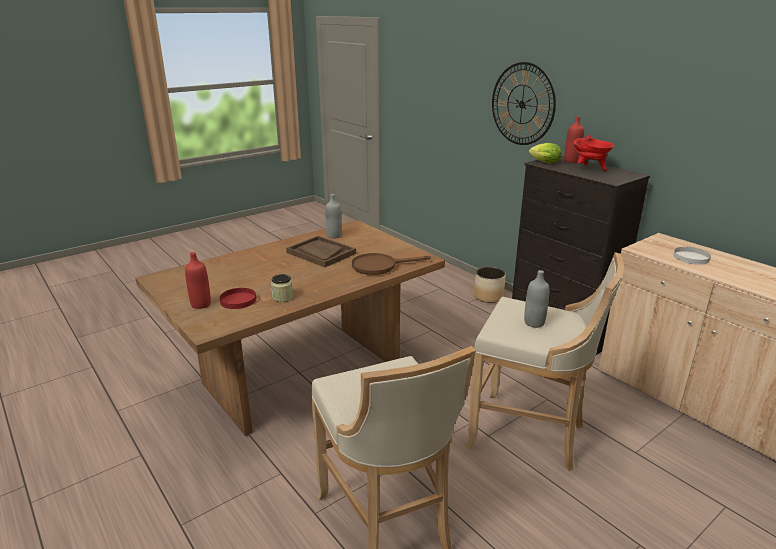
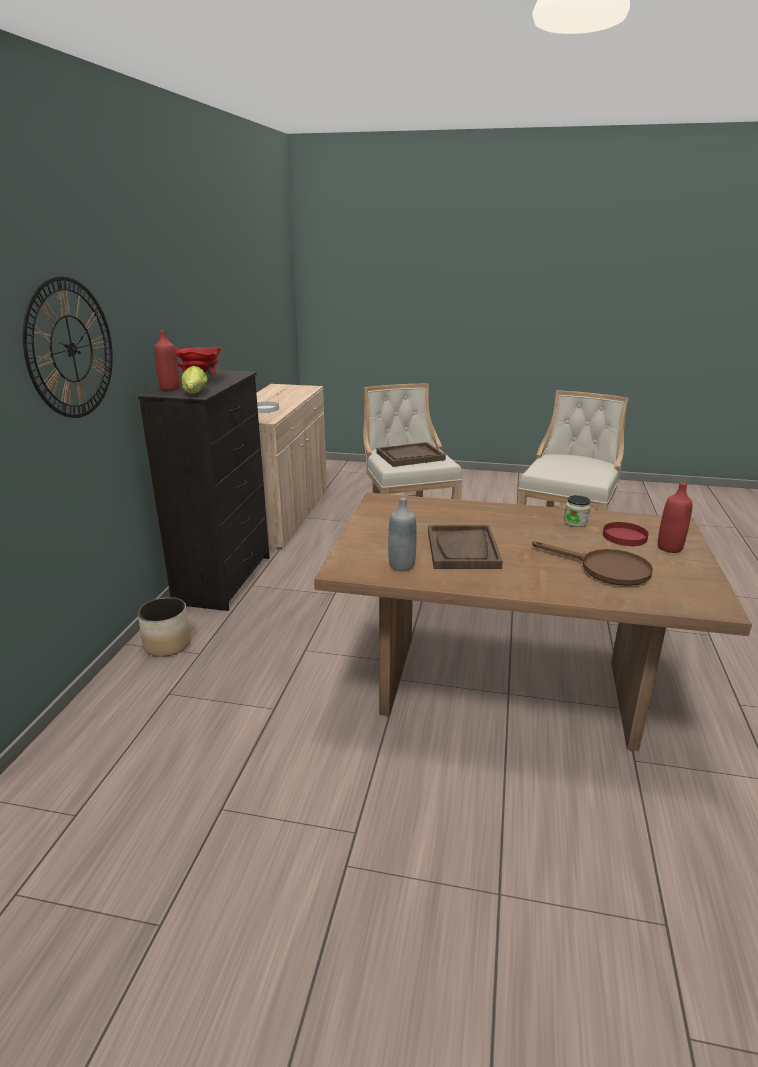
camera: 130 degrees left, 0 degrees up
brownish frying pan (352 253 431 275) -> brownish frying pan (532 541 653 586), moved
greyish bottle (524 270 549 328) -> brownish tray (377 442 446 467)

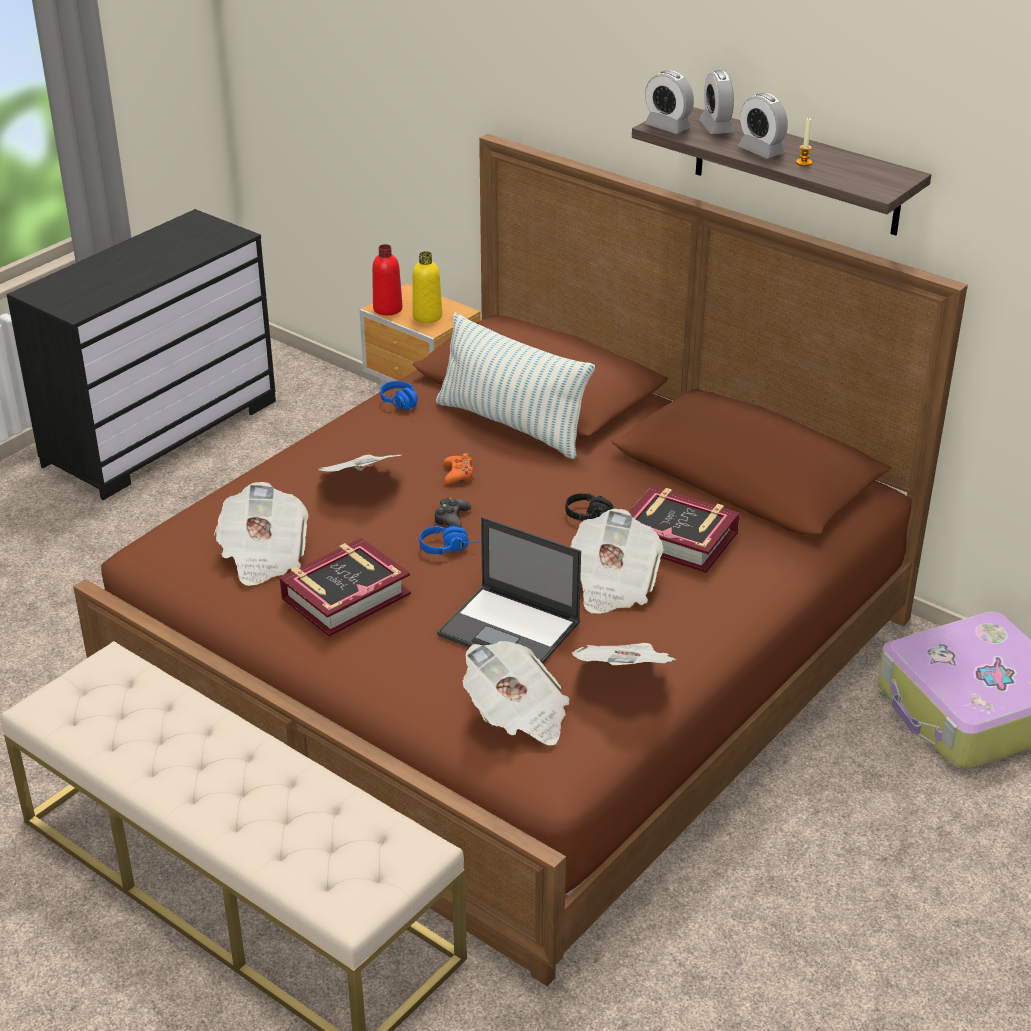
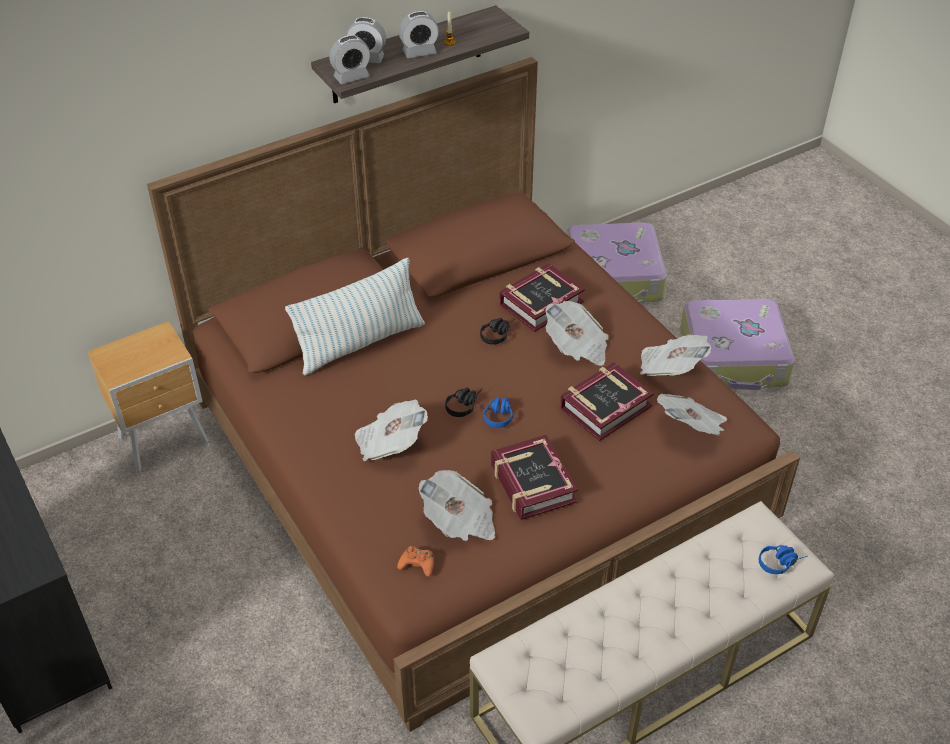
camera: 70 degrees left, 10 degrees up
red-coloured bottle (372 244 403 315) -> none
yellowish bottle (412 251 442 323) -> none
none -> travel case (680 299 795 390)
blue headphones (380 381 418 410) -> blue headphones (759 545 807 574), moved
orange gamepad (444 453 474 484) -> orange gamepad (397 546 434 577), moved
blackish gamepad (434 498 471 528) -> blackish headphones (445 388 483 417)
notebook computer (437 517 581 664) -> bound book (560 362 654 441)

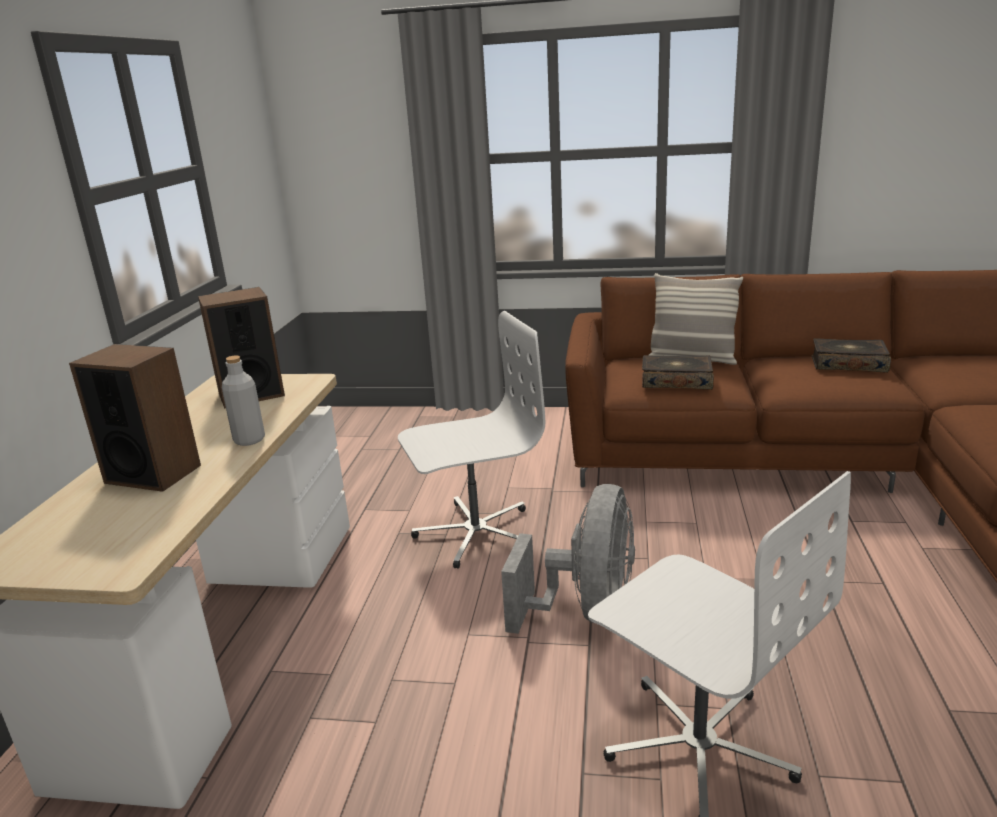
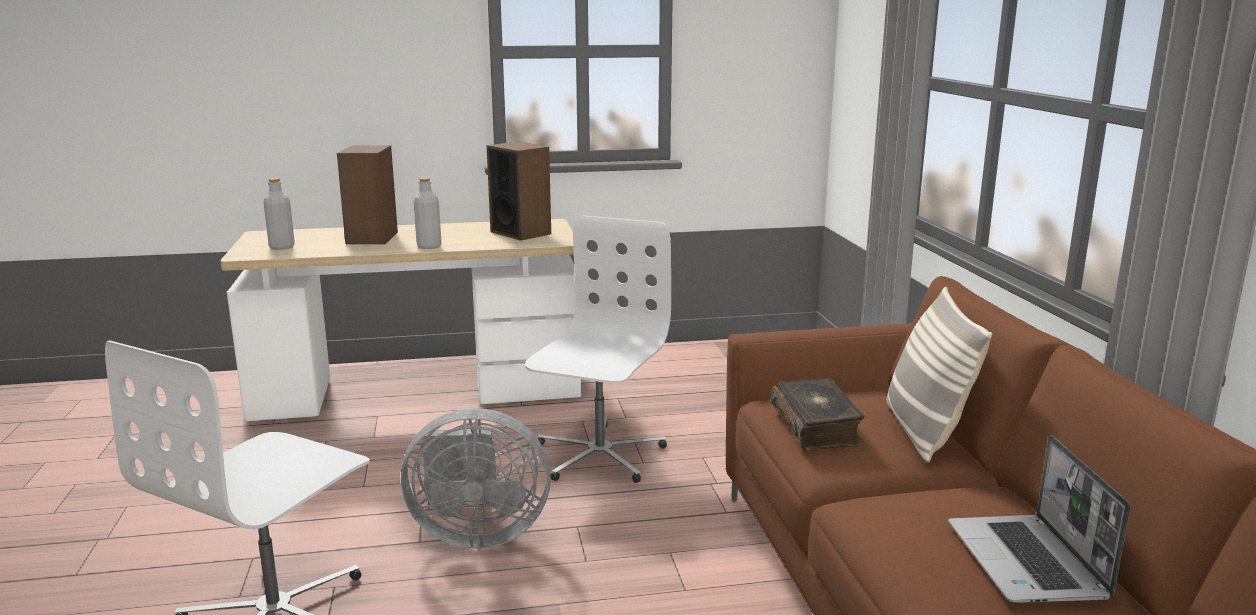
camera: 70 degrees right, 5 degrees down
none -> greyish bottle (263 178 295 250)
bound book (812 338 891 373) -> notebook computer (948 435 1130 603)
white desk chair (398 311 545 569) -> white desk chair (525 215 671 483), 120 degrees counterclockwise

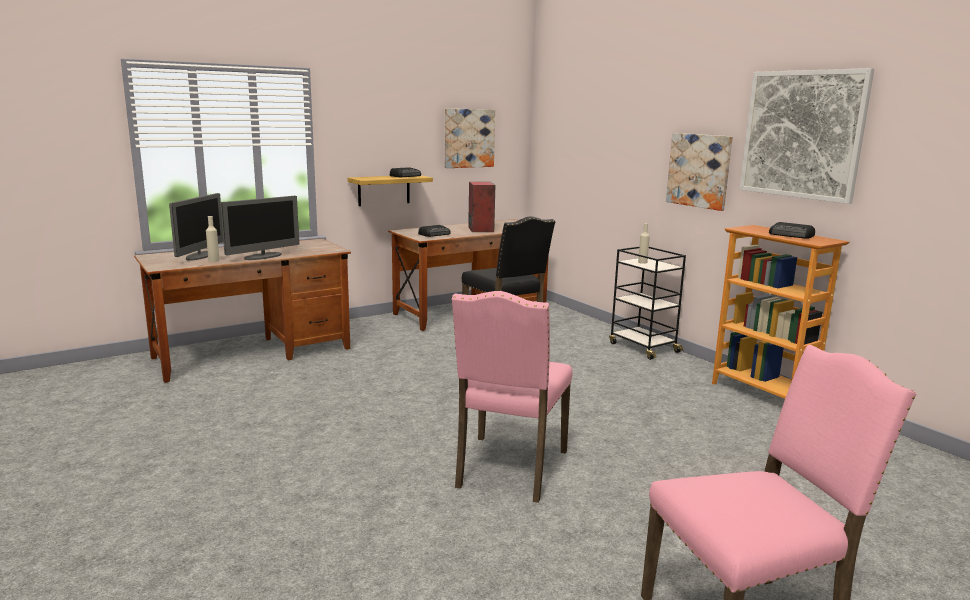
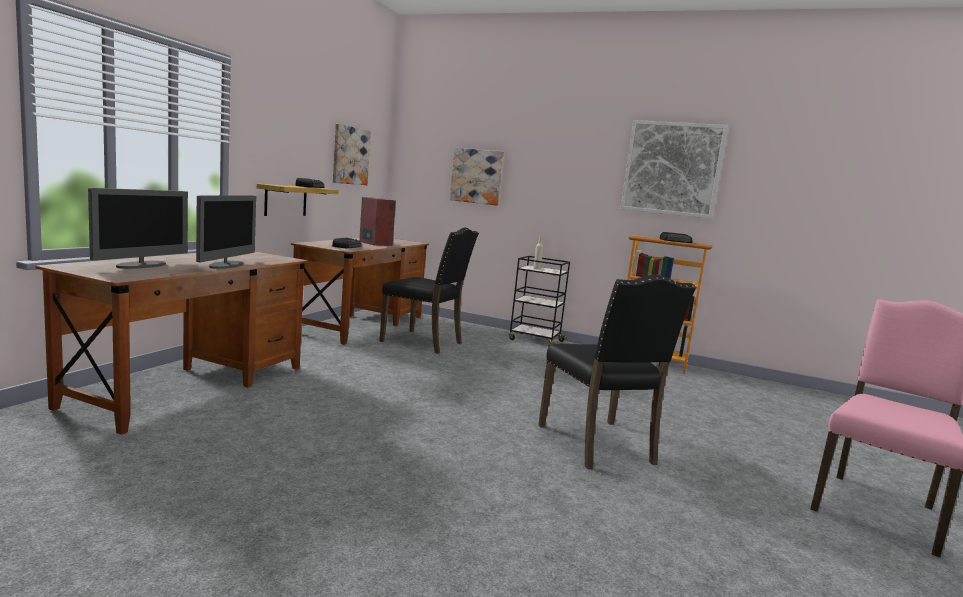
camera: 35 degrees left, 5 degrees down
beige bottle (206 216 220 262) -> none
picture (666 133 733 211) -> picture (450 148 504 206), moved
pinkish plain chair (452 291 573 503) -> blackish plain chair (538 275 696 469)
computer display (169 193 223 261) -> computer display (88 188 188 269), 45 degrees clockwise

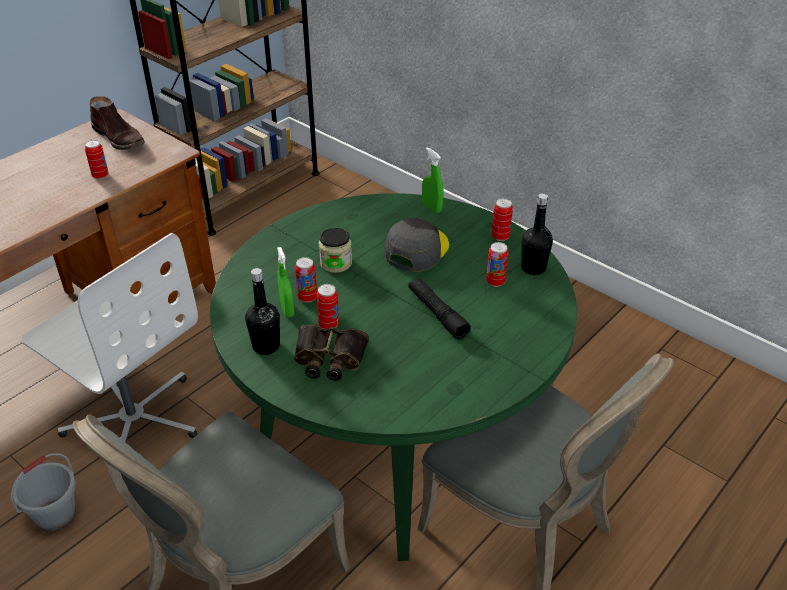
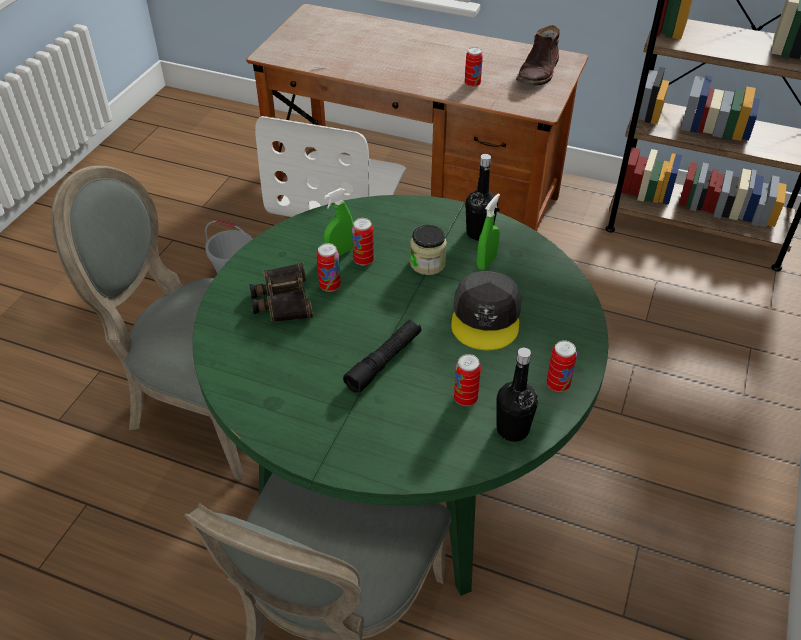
camera: 70 degrees right, 5 degrees up
blackish bottle (245 268 280 355) -> blackish bottle (465 154 498 241), moved
green spray bottle (422 147 444 213) -> green spray bottle (477 193 500 270), moved
greyish cap (384 218 449 272) -> greyish cap (451 271 522 350), 90 degrees clockwise

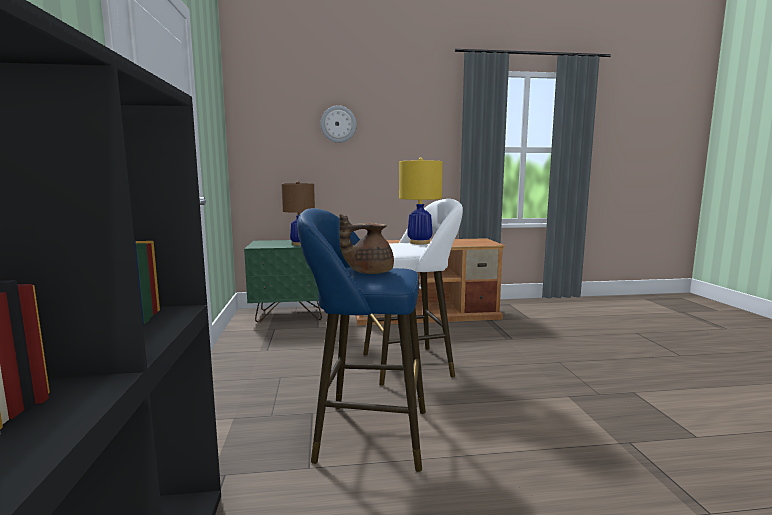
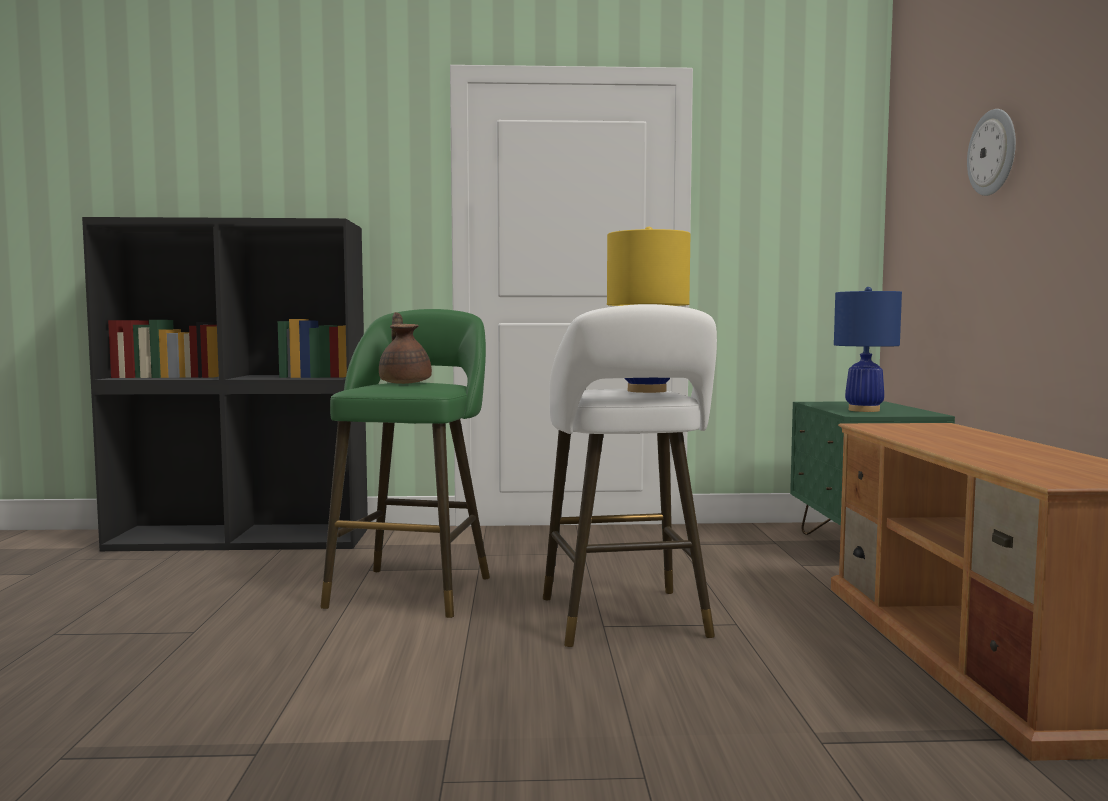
camera: 95 degrees right, 5 degrees down
brownish lamp for a table (282 181 315 245) -> blue lamp for a table (834 287 902 412)
blue sitting stool (297 208 426 472) -> green sitting stool (320 309 490 618)

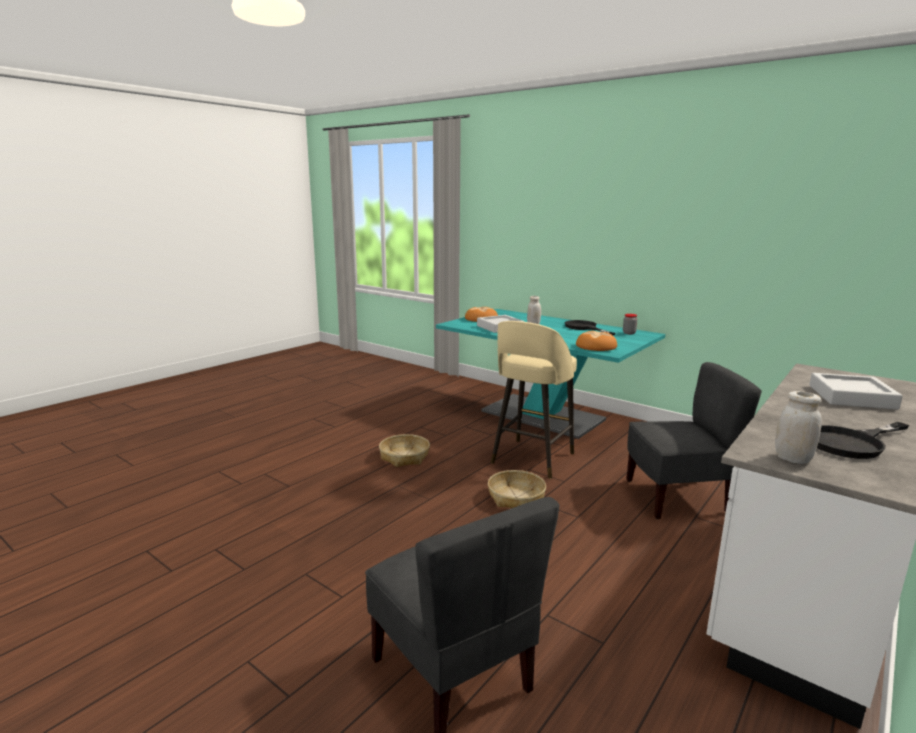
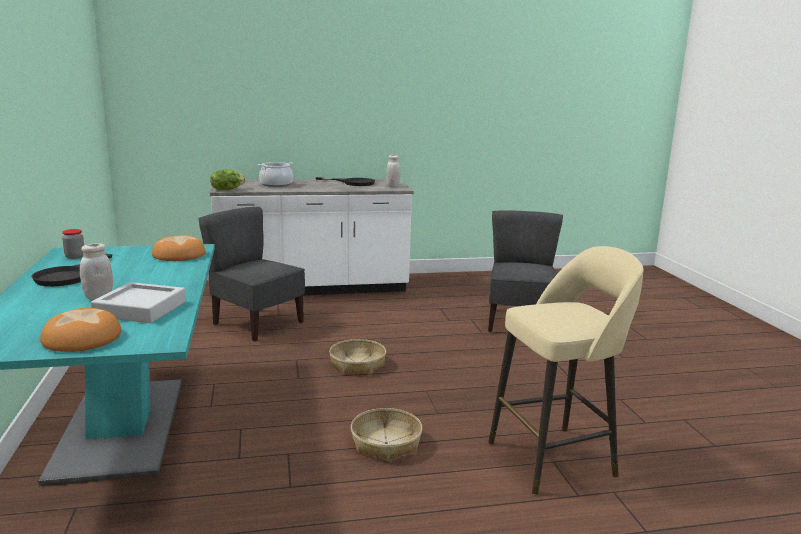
camera: 140 degrees left, 0 degrees up
none -> lettuce head (210 170 245 190)
beige sitting stool (490 321 577 479) -> beige sitting stool (488 246 644 495), moved
greyish tray (809 373 903 410) -> cooking pot (258 162 293 187)

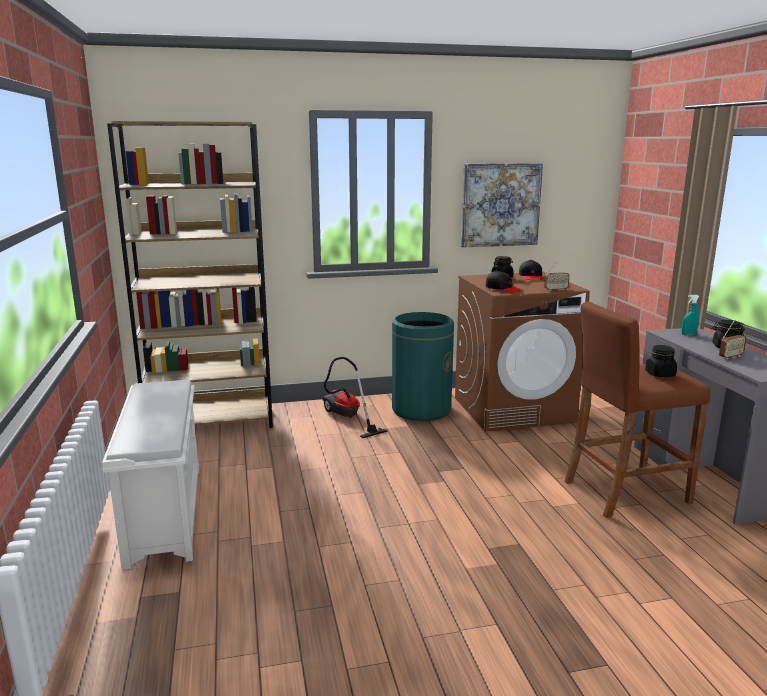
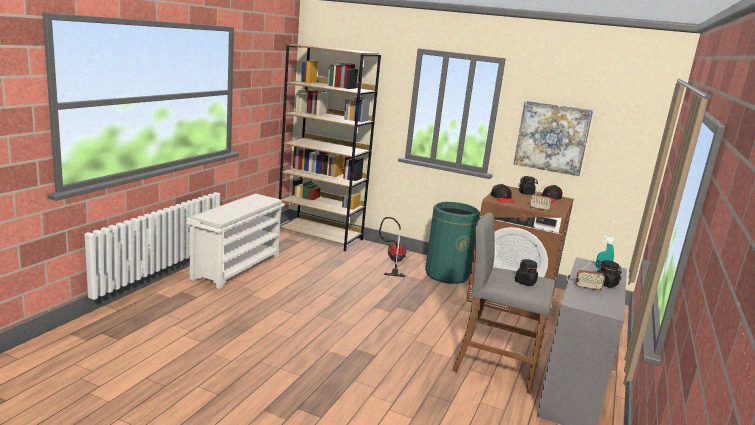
camera: 35 degrees right, 0 degrees up
brownish sitting stool (564 302 710 518) -> greyish sitting stool (452 212 555 394)

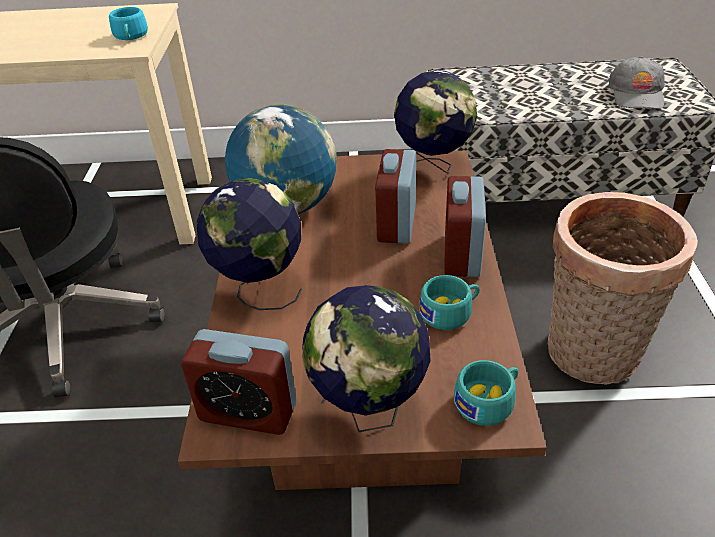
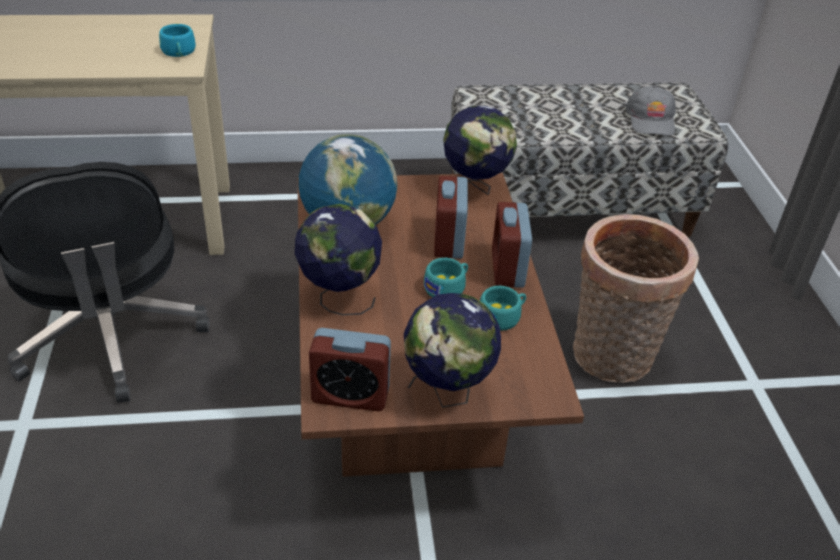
camera: 10 degrees left, 0 degrees up
blue-green small cup (454 360 518 426) -> blue-green small cup (424 258 468 297), moved

